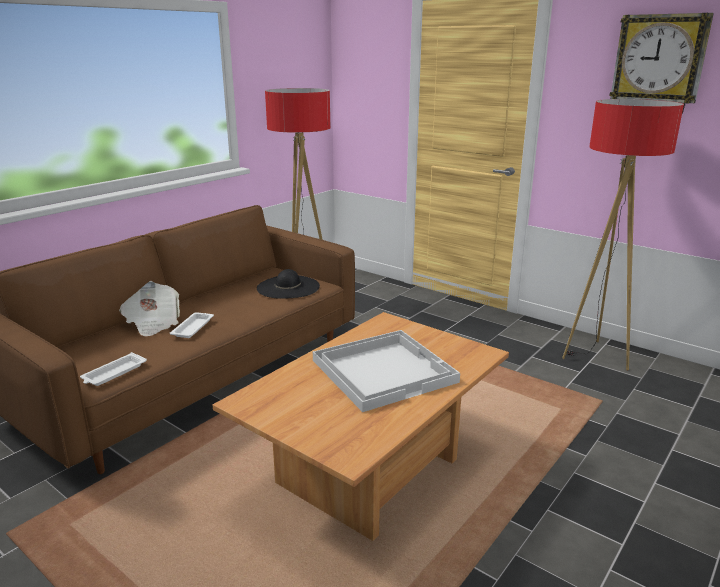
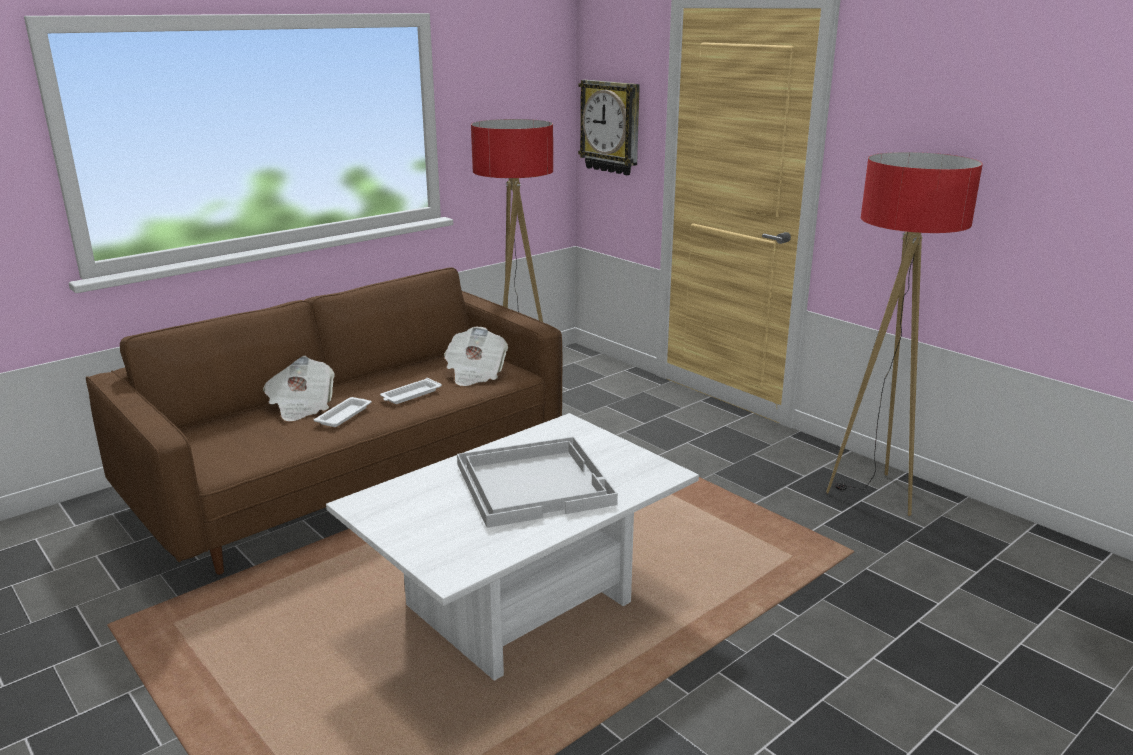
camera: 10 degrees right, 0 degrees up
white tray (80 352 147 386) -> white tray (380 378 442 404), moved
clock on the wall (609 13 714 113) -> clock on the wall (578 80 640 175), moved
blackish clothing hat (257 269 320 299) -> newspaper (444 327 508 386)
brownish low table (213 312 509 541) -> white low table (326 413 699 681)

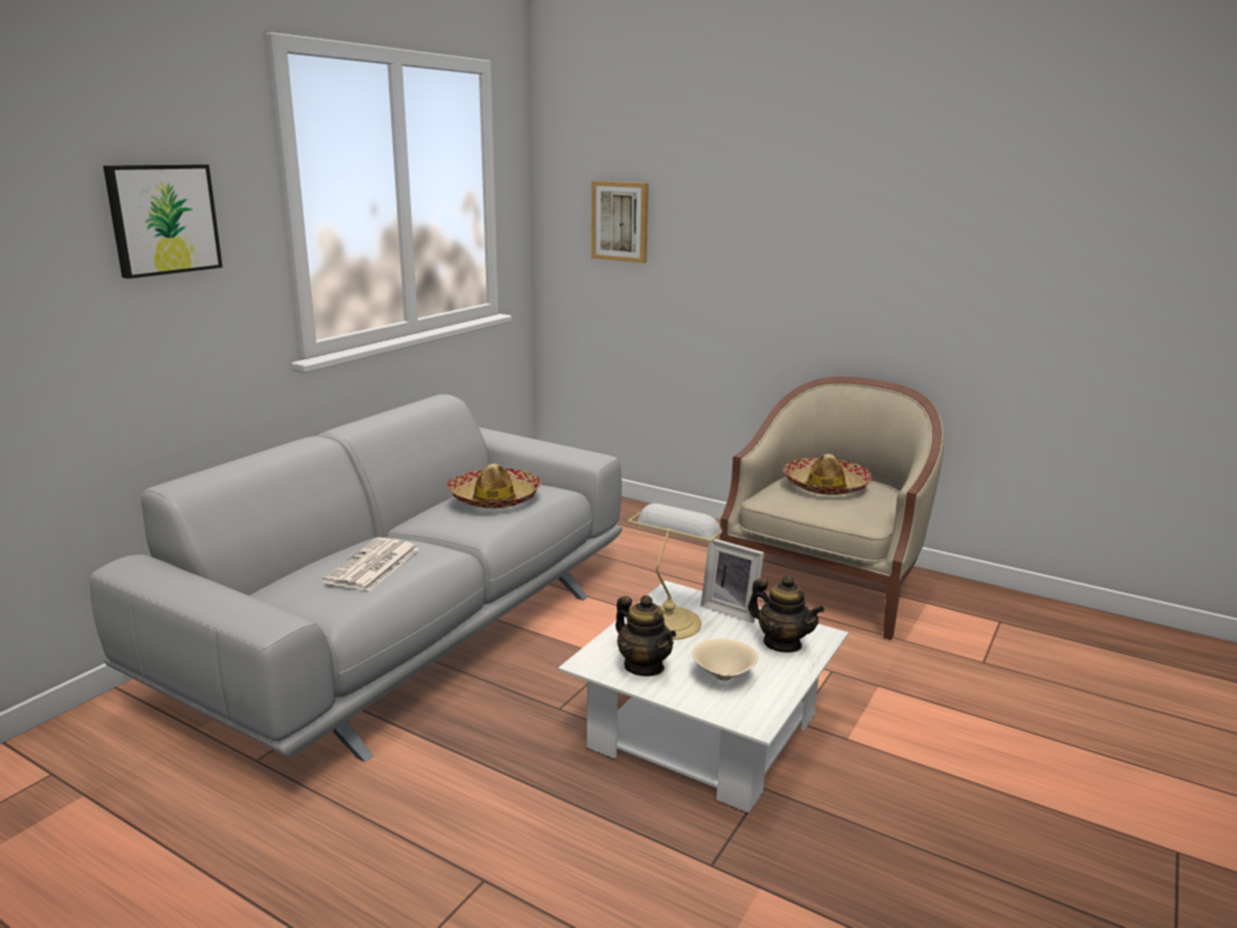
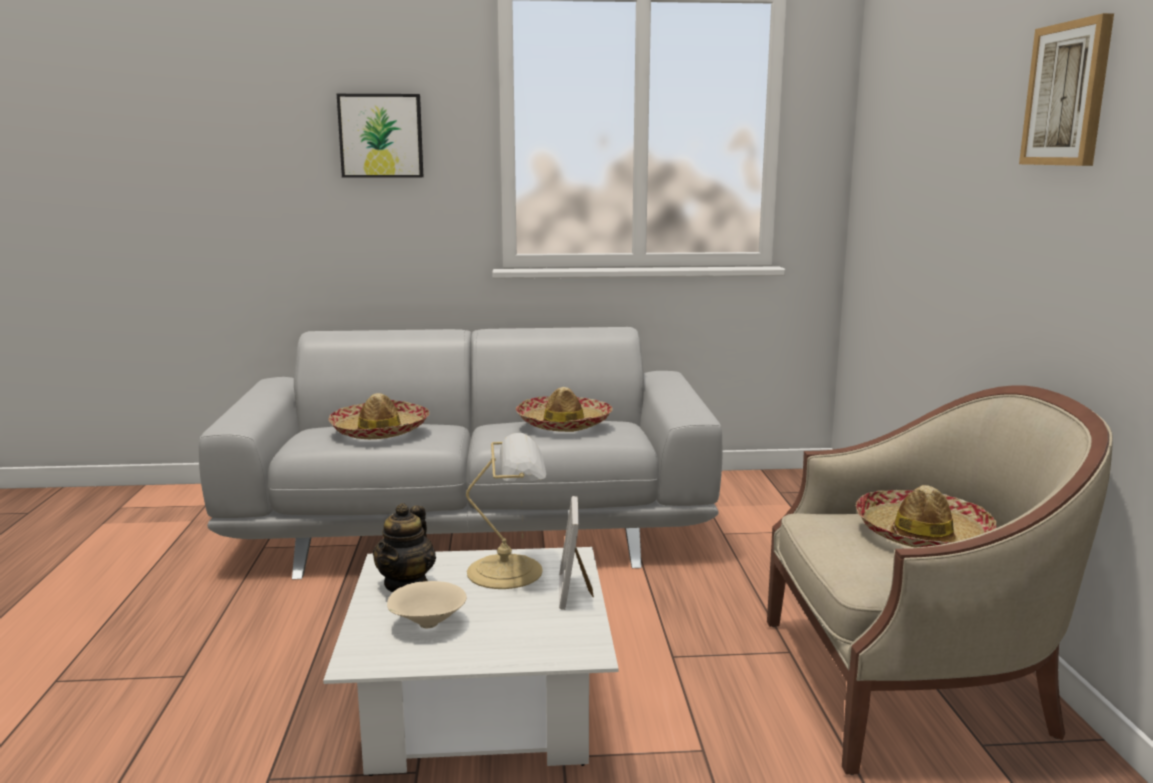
camera: 55 degrees right, 5 degrees down
tea pot (748 575 824 652) -> none
picture (591 181 649 263) -> picture (1019 13 1114 166), moved
newspaper (322 538 419 591) -> clothing hat (328 393 429 439)

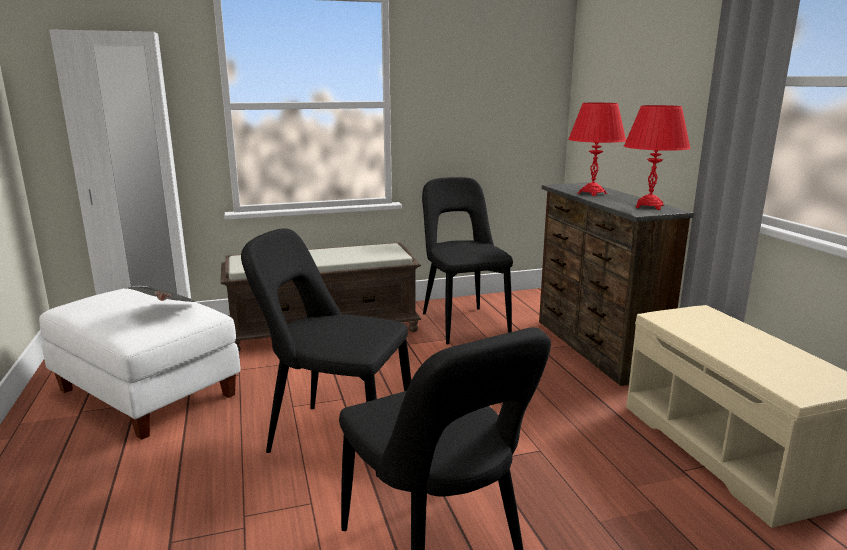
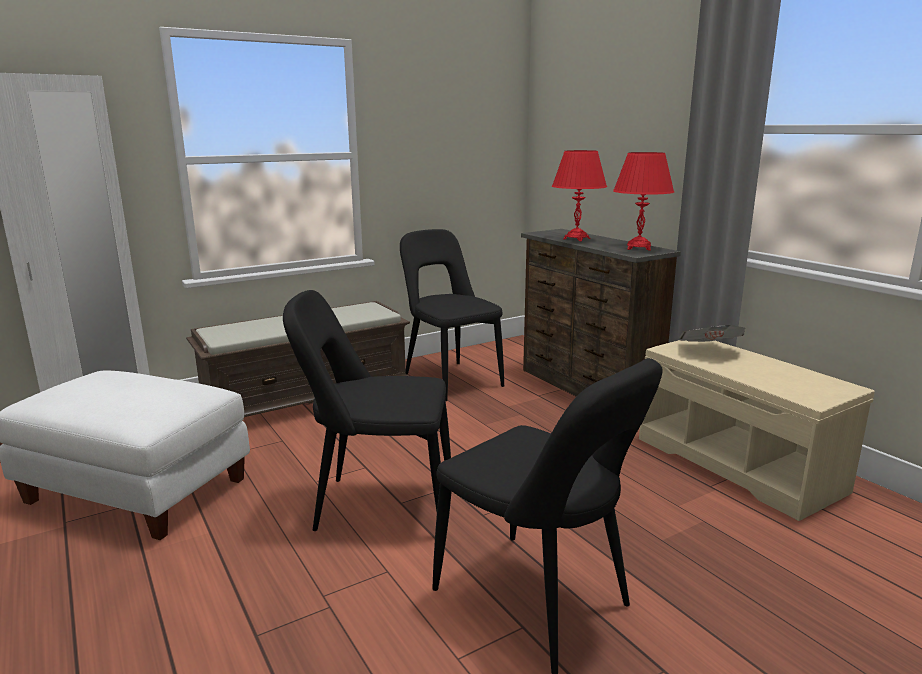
camera: 15 degrees left, 0 degrees up
newspaper (126 286 197 302) -> newspaper (679 325 746 342), moved

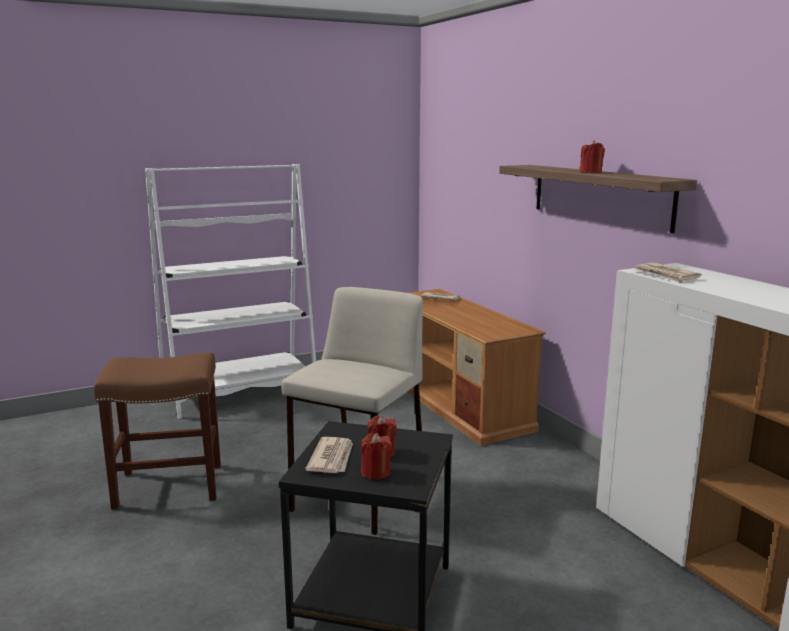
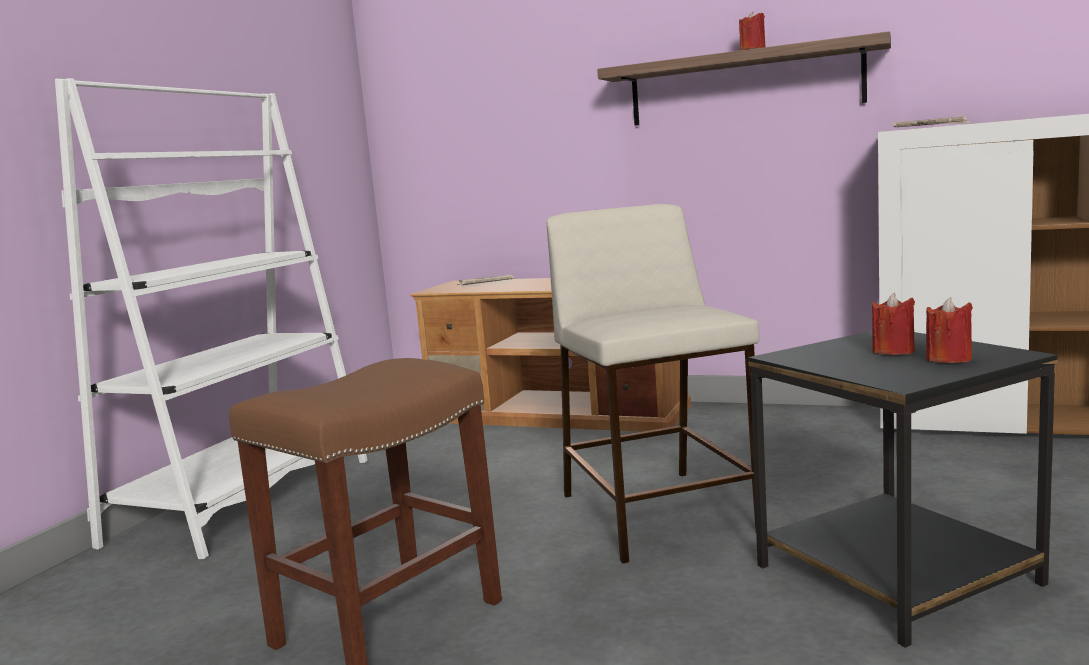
camera: 40 degrees left, 5 degrees down
newspaper (305 437 353 473) -> none

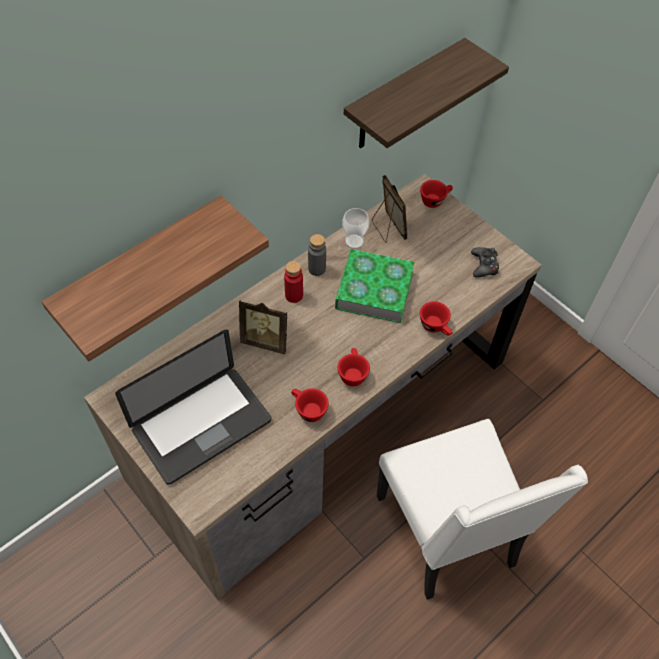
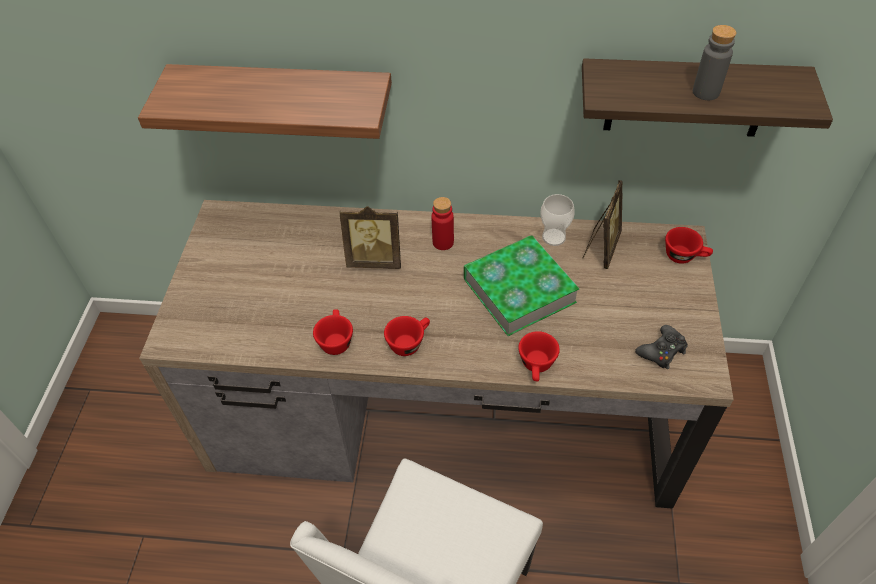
camera: 50 degrees right, 5 degrees down
notebook computer (115 329 271 485) -> none
greyish bottle (308 234 326 276) -> greyish bottle (693 25 736 100), moved
photo frame (239 301 287 354) -> photo frame (339 206 401 269), 60 degrees counterclockwise

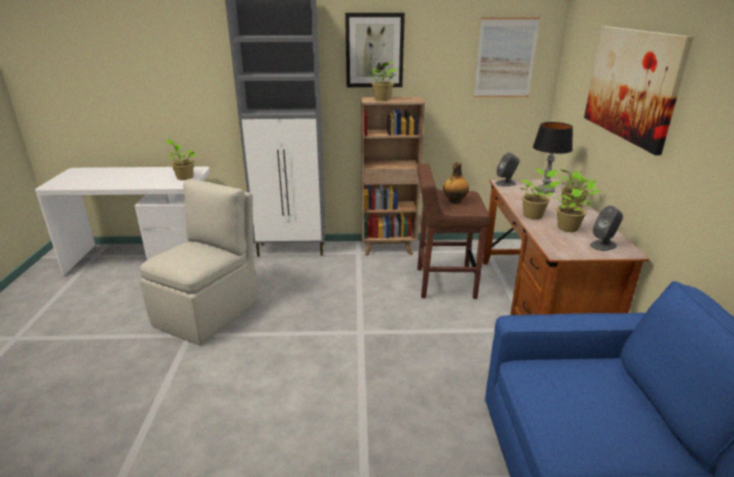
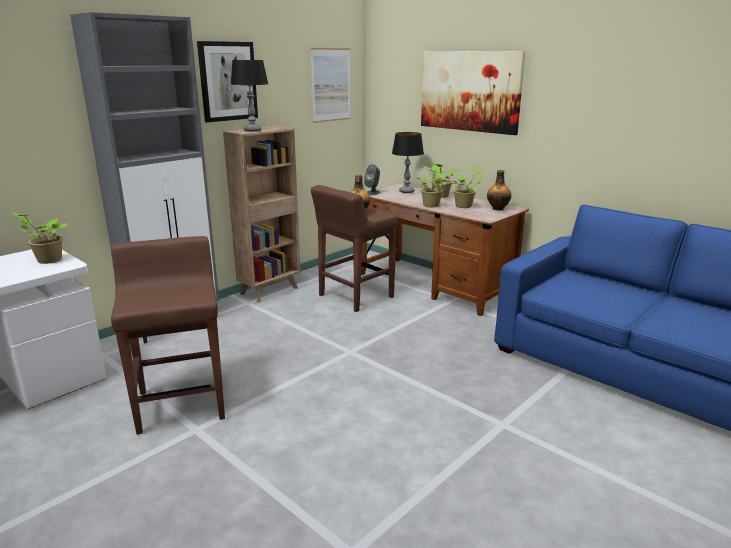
camera: 45 degrees left, 5 degrees down
beige plain chair (140 179 258 345) -> brownish sitting stool (111 236 225 435)
potted plant (368 61 399 101) -> lamp for a table (231 60 268 132)
greyish speaker (590 206 623 251) -> bottle (487 170 511 210)

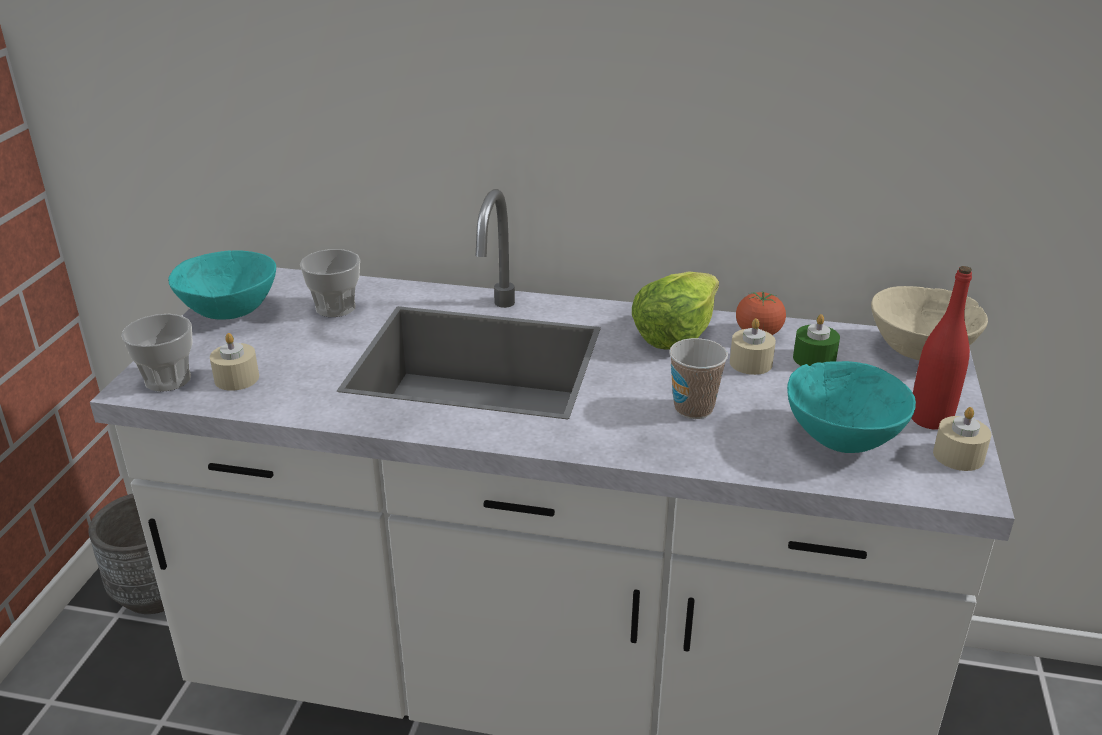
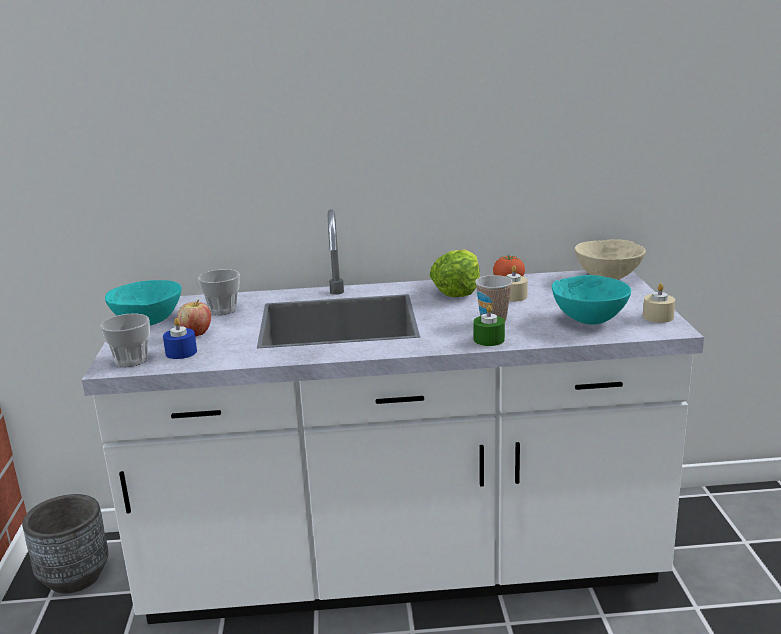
camera: 15 degrees left, 10 degrees down
red-coloured bottle (912 266 972 430) -> none
none -> apple fruit (177 300 211 336)
green candle (793 314 840 366) -> green candle (473 305 505 346), moved
beige candle (210 333 259 391) -> blue candle (163 318 197 359)

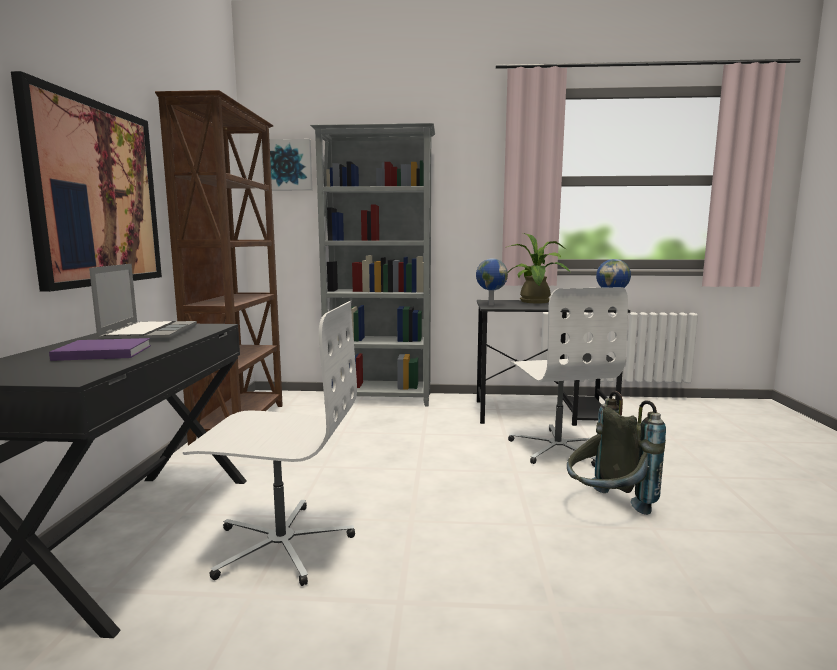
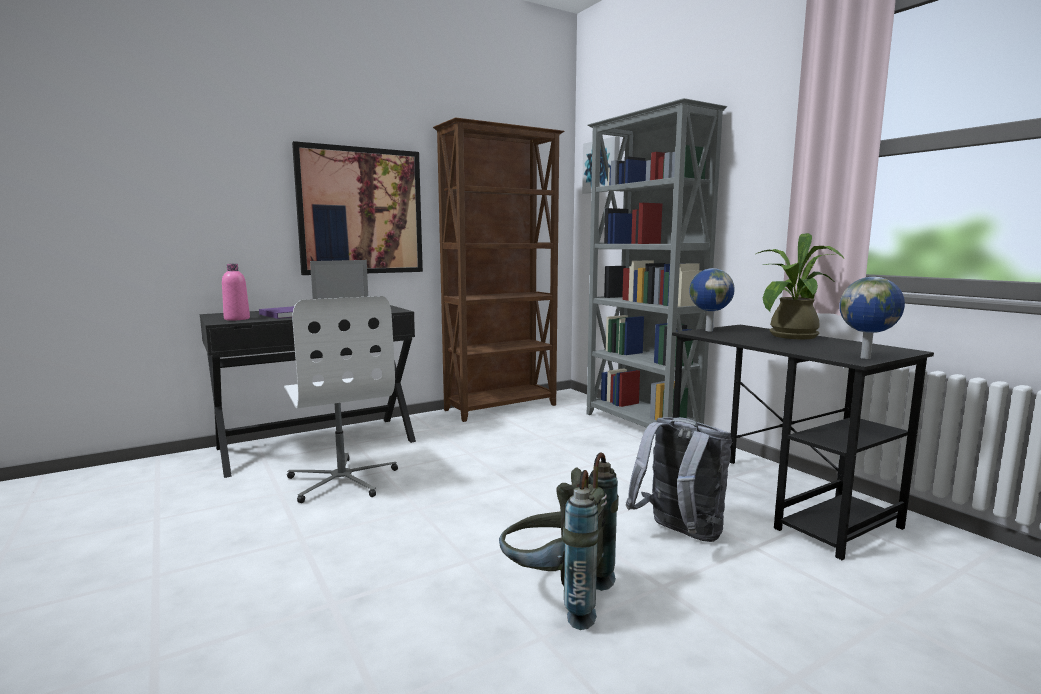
camera: 55 degrees right, 0 degrees up
none -> pinkish bottle (222 264 250 321)
white desk chair (508 287 628 467) -> greyish knapsack (626 417 732 542)

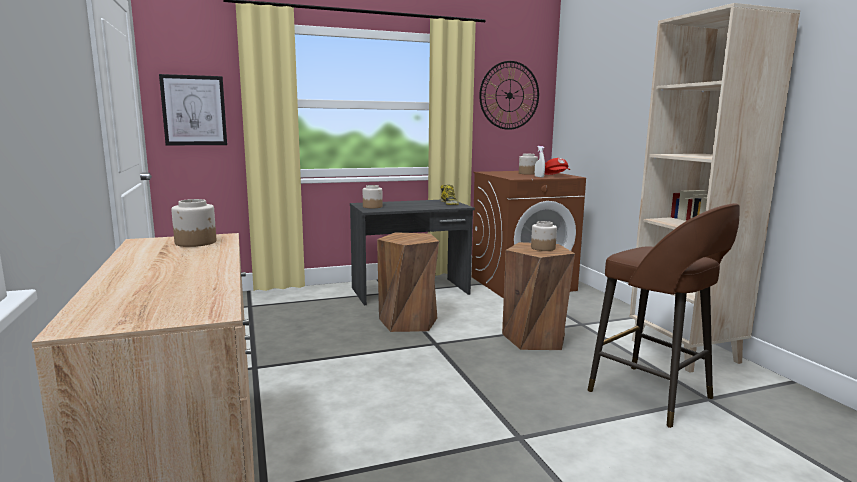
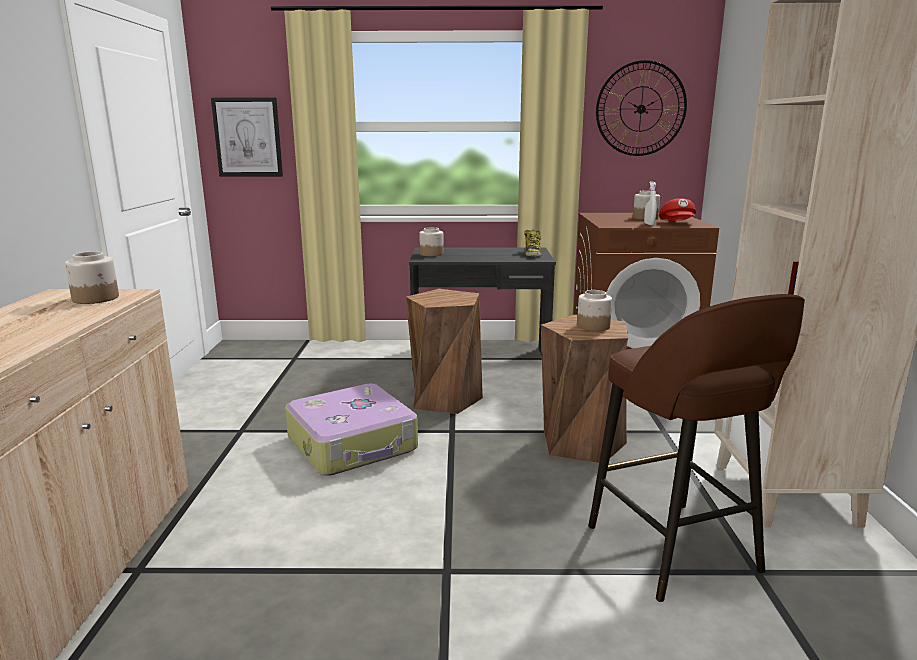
camera: 20 degrees right, 5 degrees up
none -> travel case (285 384 418 476)

